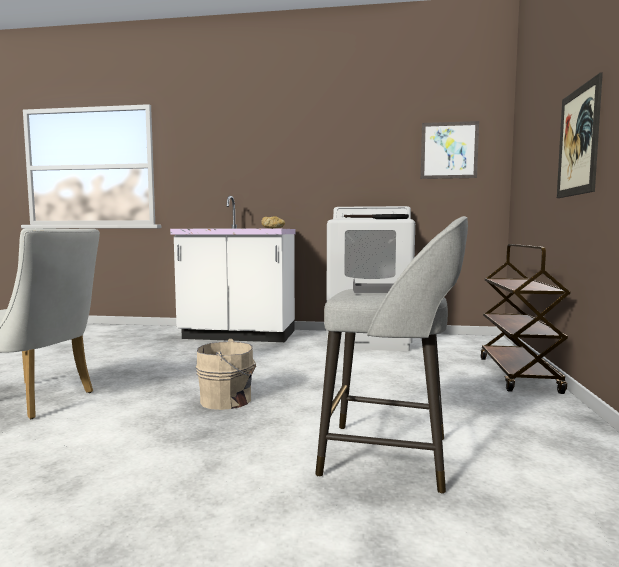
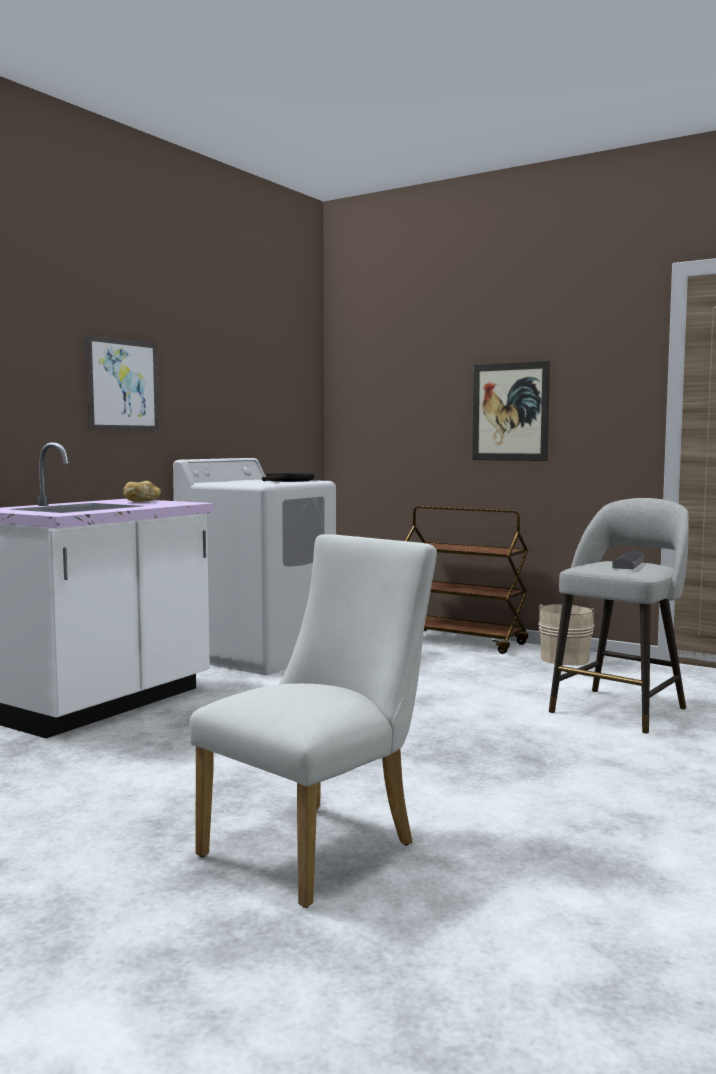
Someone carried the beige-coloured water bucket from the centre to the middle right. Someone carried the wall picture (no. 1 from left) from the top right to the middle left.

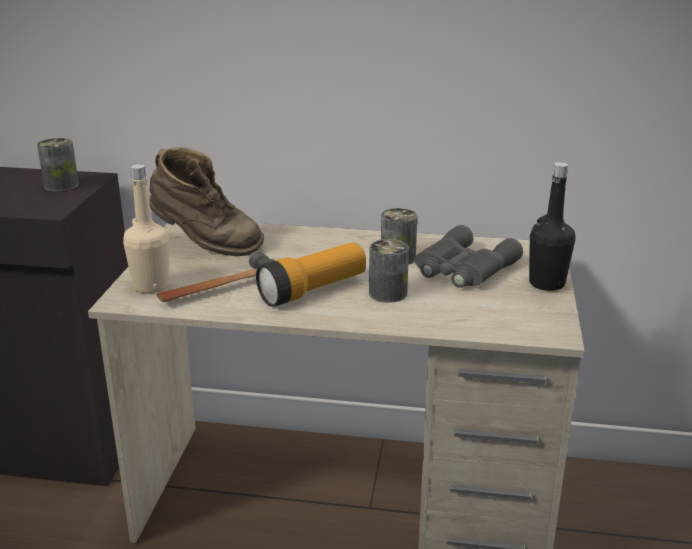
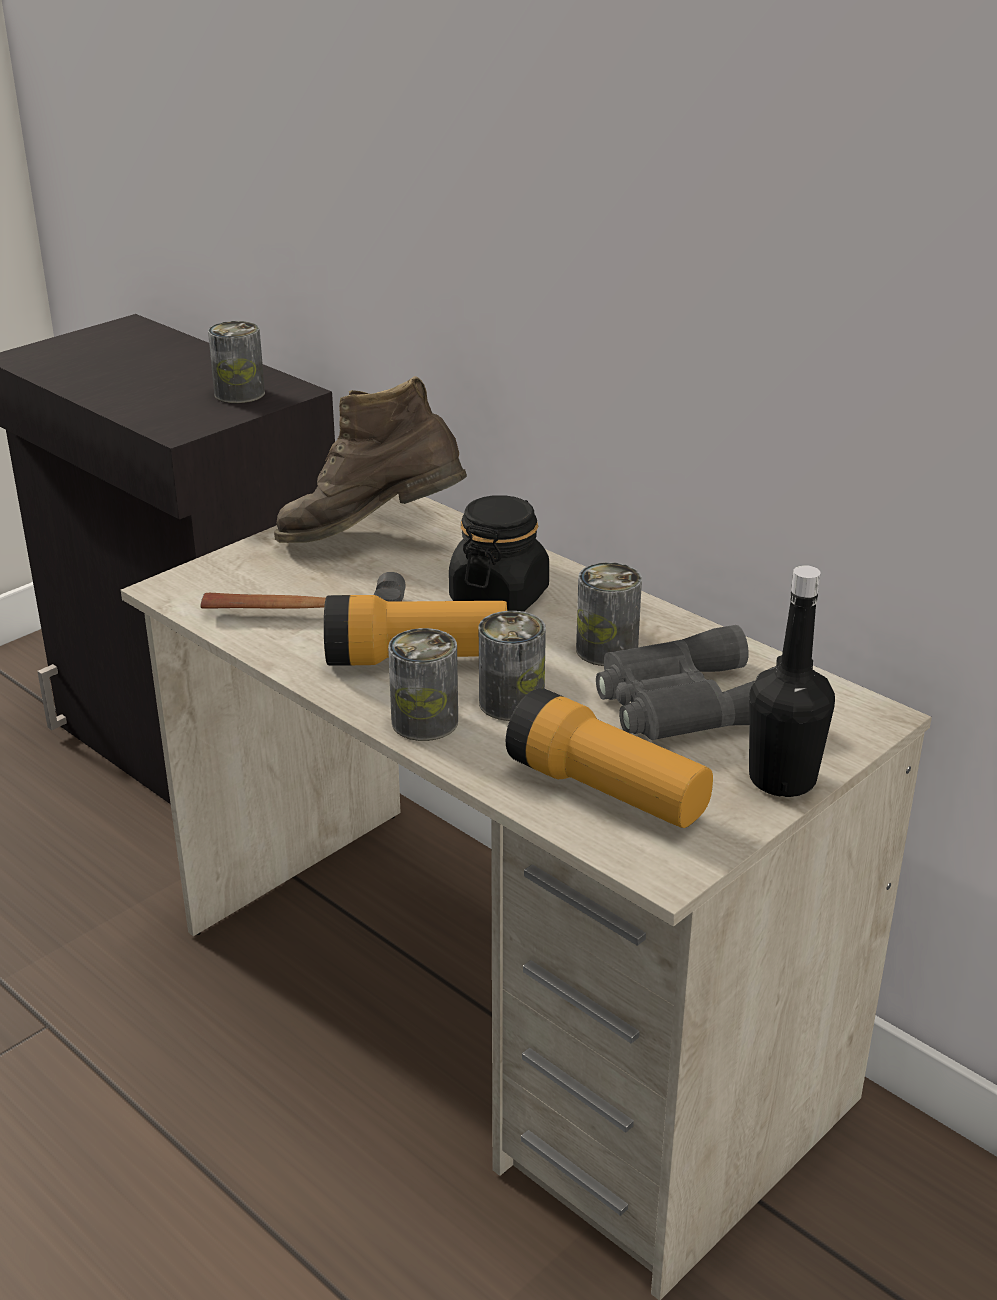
Someone took away the beige-coloured beverage bottle at the middle left. Someone rotated the brown-coloured tall boot at the middle left by 120 degrees clockwise. Someone put down the sealed can (no. 2 from left) at the centre. Someone put down the black preserve jar at the centre. Someone put down the flashlight (no. 2 from left) at the centre.

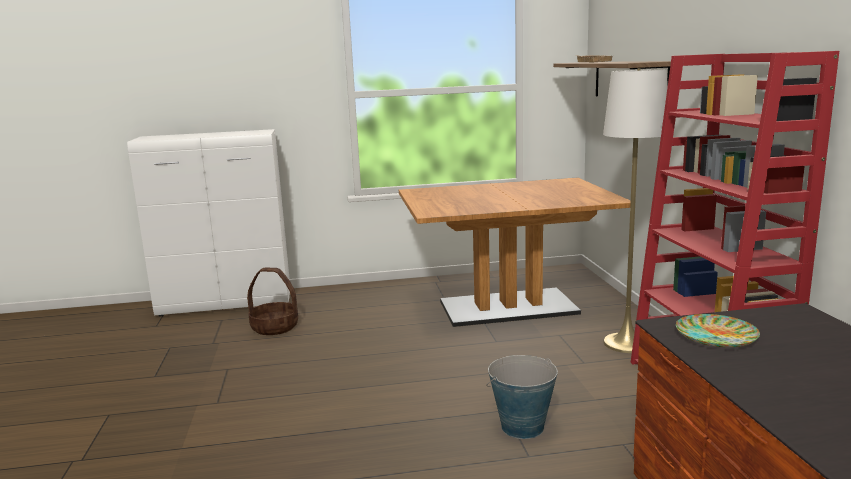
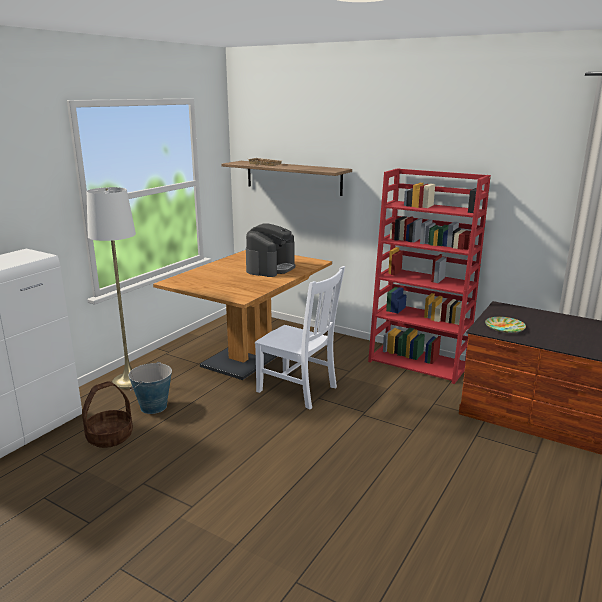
Someone carried the water bucket from the bottom centre to the middle left. Someone carried the whitish standing lamp from the middle right to the middle left. Someone put down the coffee machine at the centre. Someone put down the whitish chair at the centre.

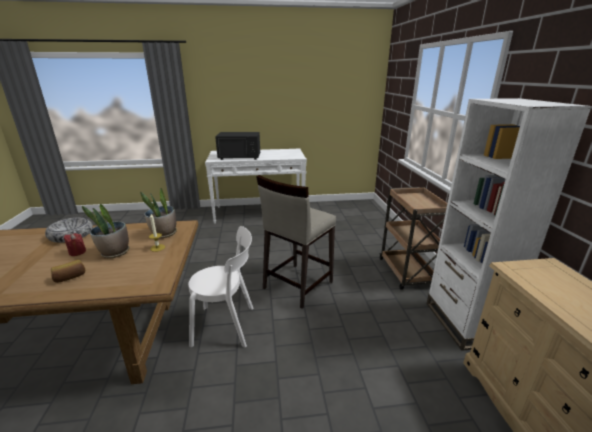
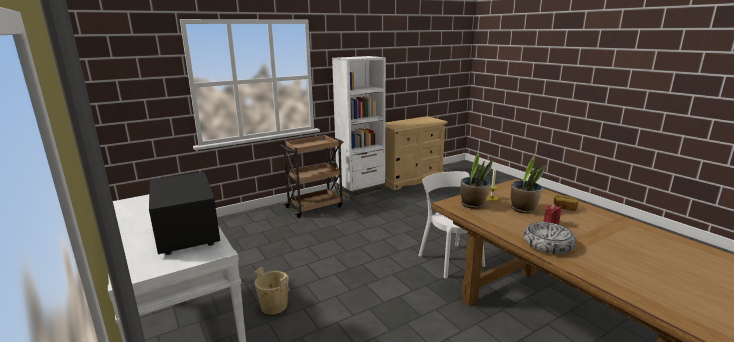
Someone took away the beige-coloured stool seat at the centre. Someone put down the beige-coloured water bucket at the bottom centre.

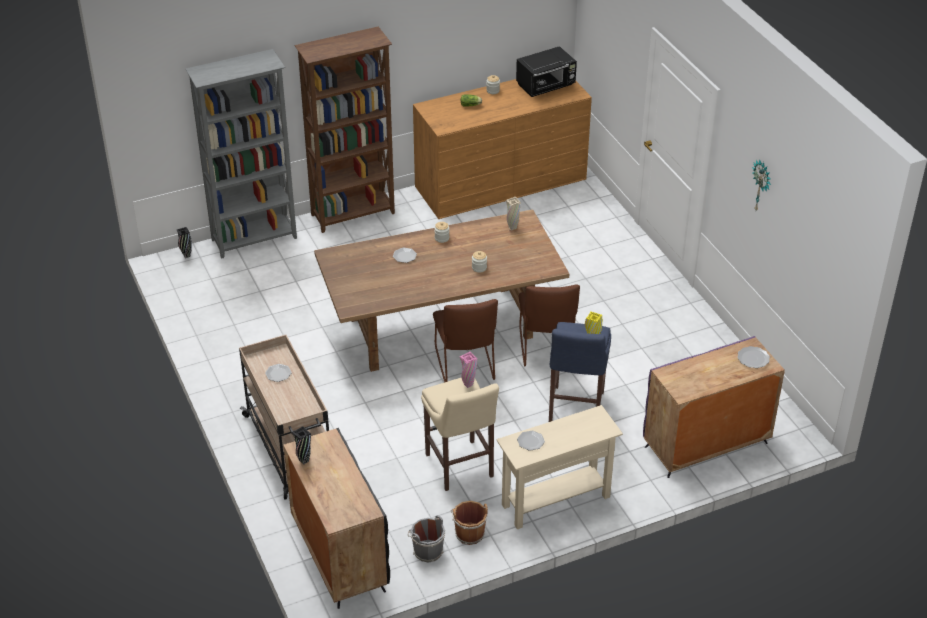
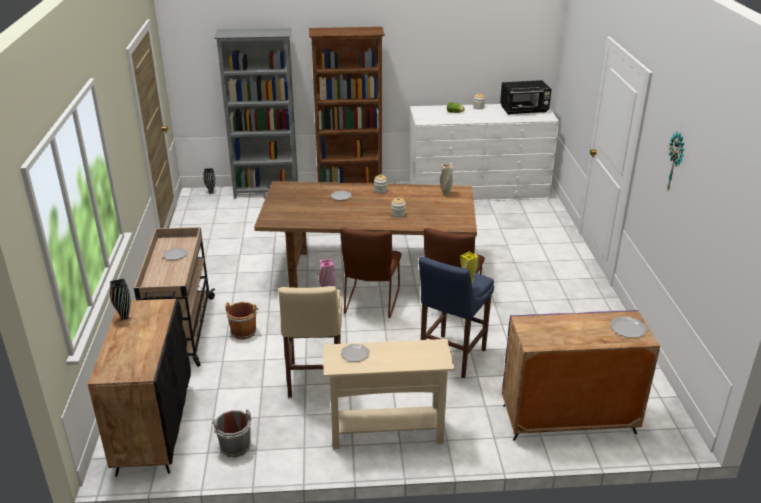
Someone repainted the brown-coloured chest of drawers at the top centre, which became the whitish chest of drawers at the top centre. Someone carried the brown-coloured water bucket from the bottom centre to the middle left.

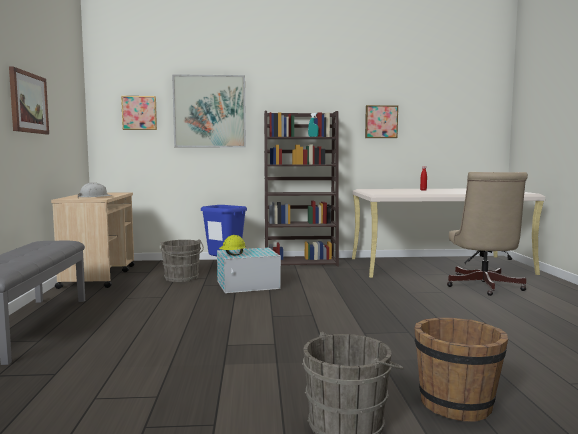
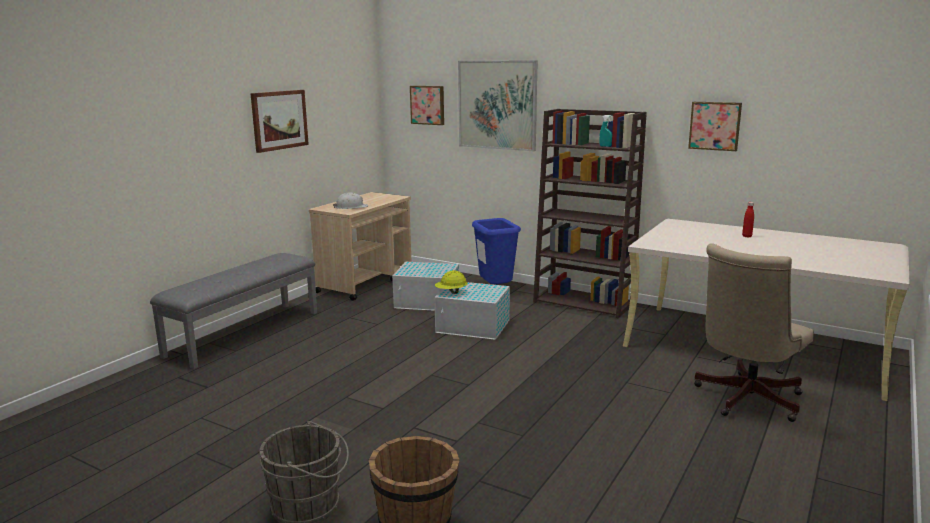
Someone swapped the gray water bucket (no. 1 from left) at the middle left for the whitish storage container (no. 1 from left) at the centre.

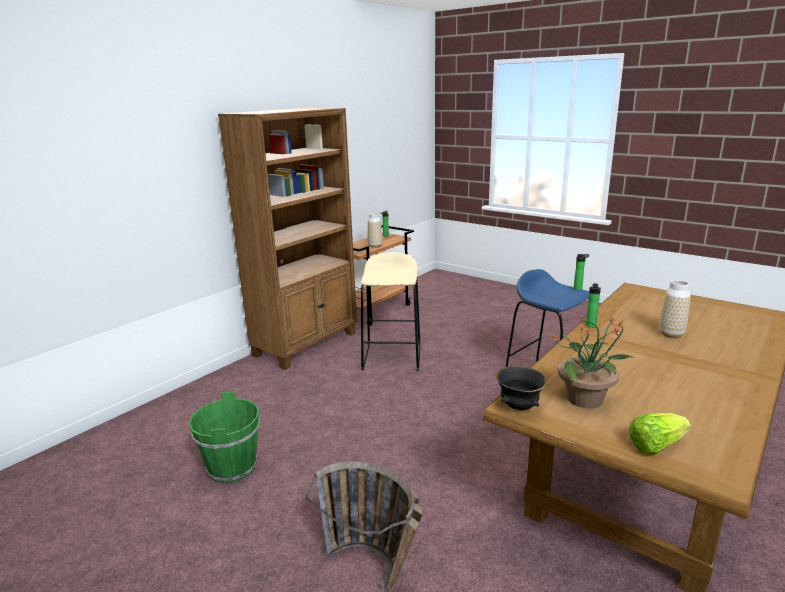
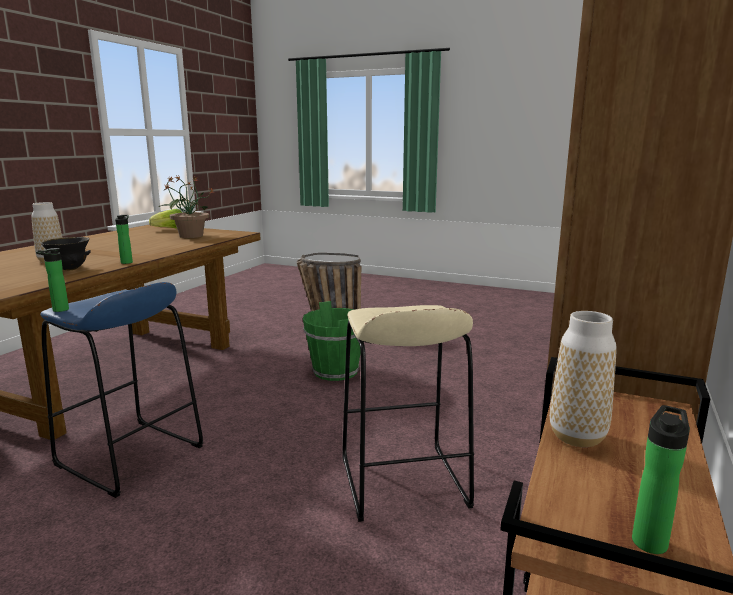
Someone carried the greenish water bucket from the bottom left to the centre. Someone carried the black deep dish from the centre to the middle left.

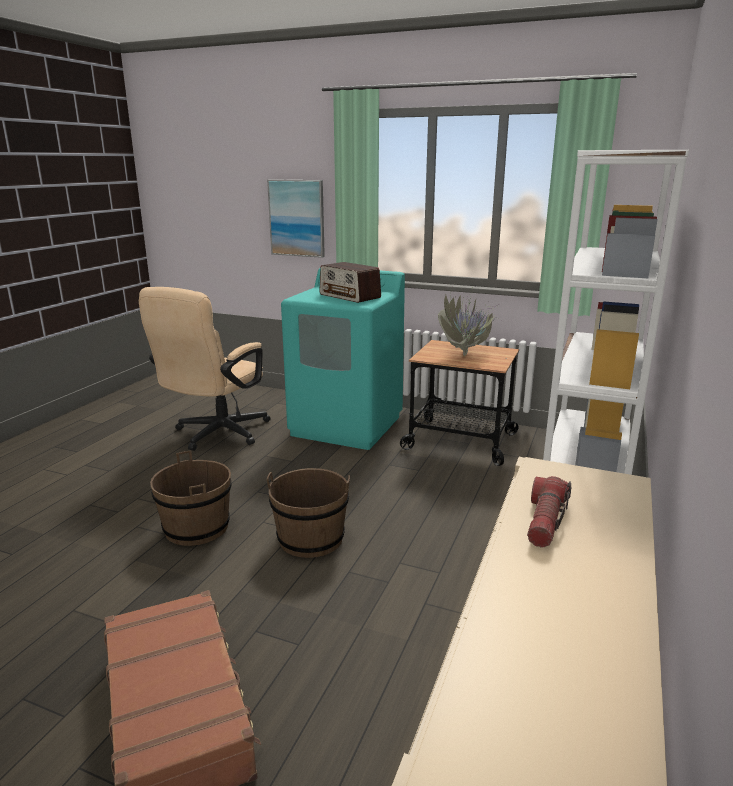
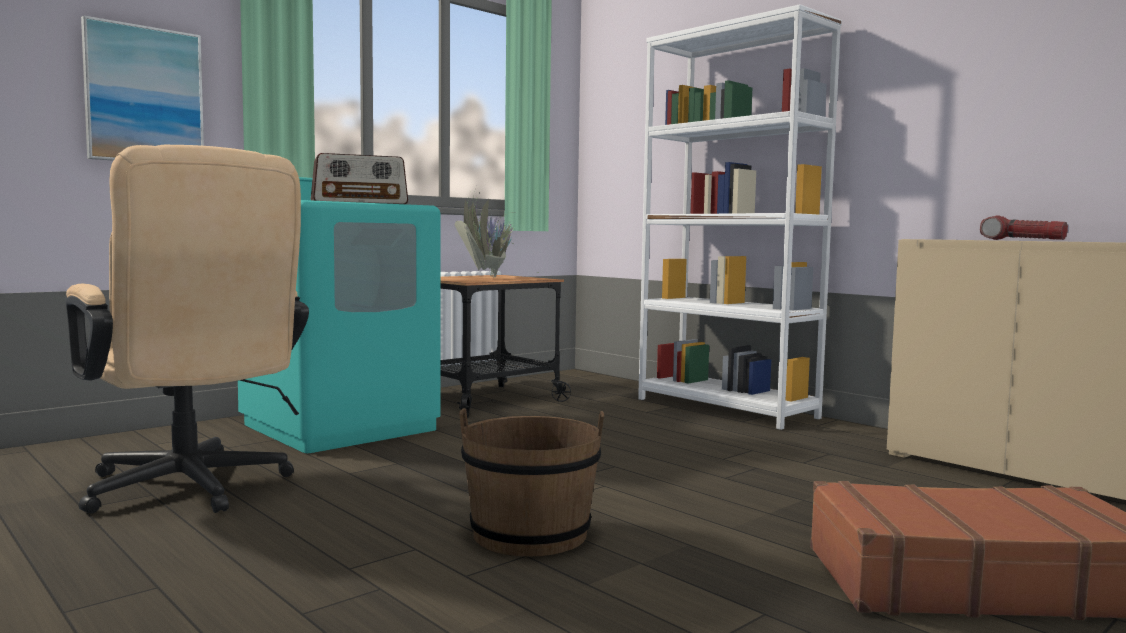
Someone took away the brown-coloured water bucket (no. 2 from left) at the centre.

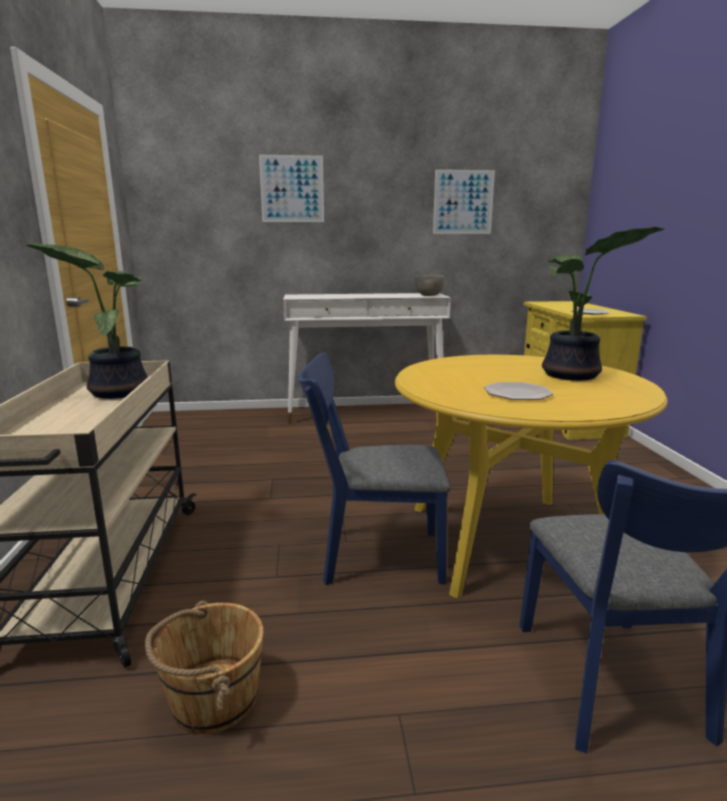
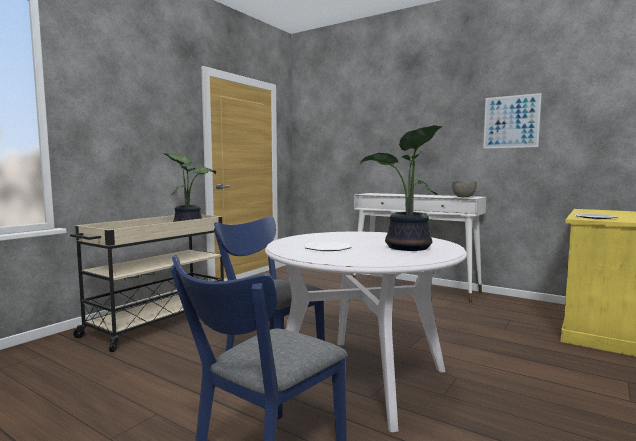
Someone took away the brown-coloured water bucket at the bottom left. Someone took away the wall picture (no. 1 from left) at the top centre. Someone repainted the yellow dinner table at the middle right, which became the whitish dinner table at the bottom centre.

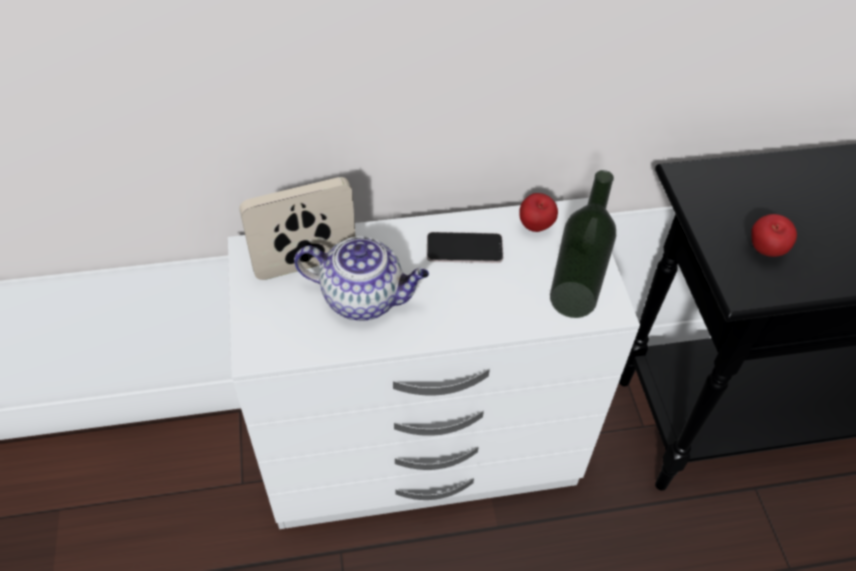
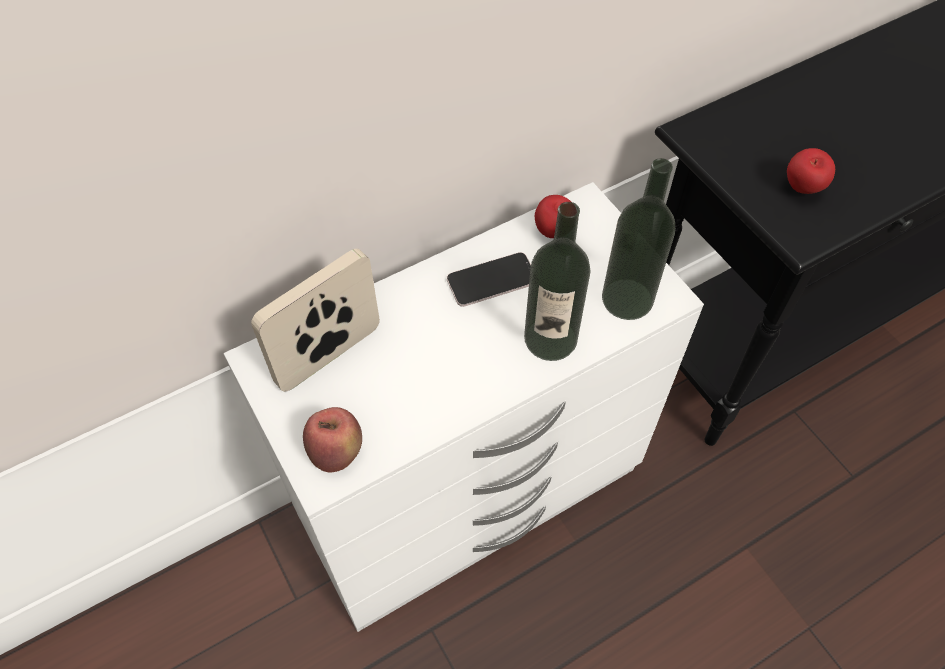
Someone took away the pot for tea at the centre. Someone put down the apple fruit (no. 1 from left) at the centre. Someone put down the beverage bottle (no. 1 from left) at the centre.

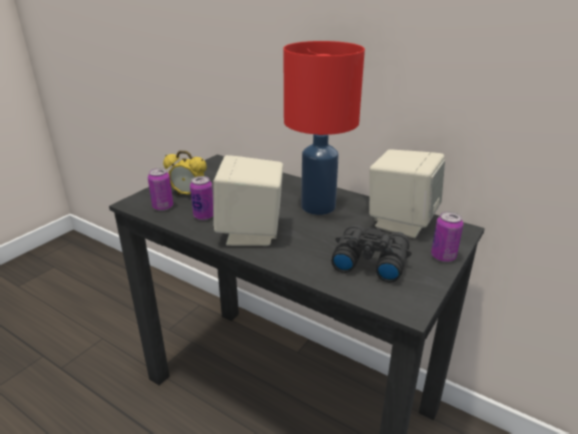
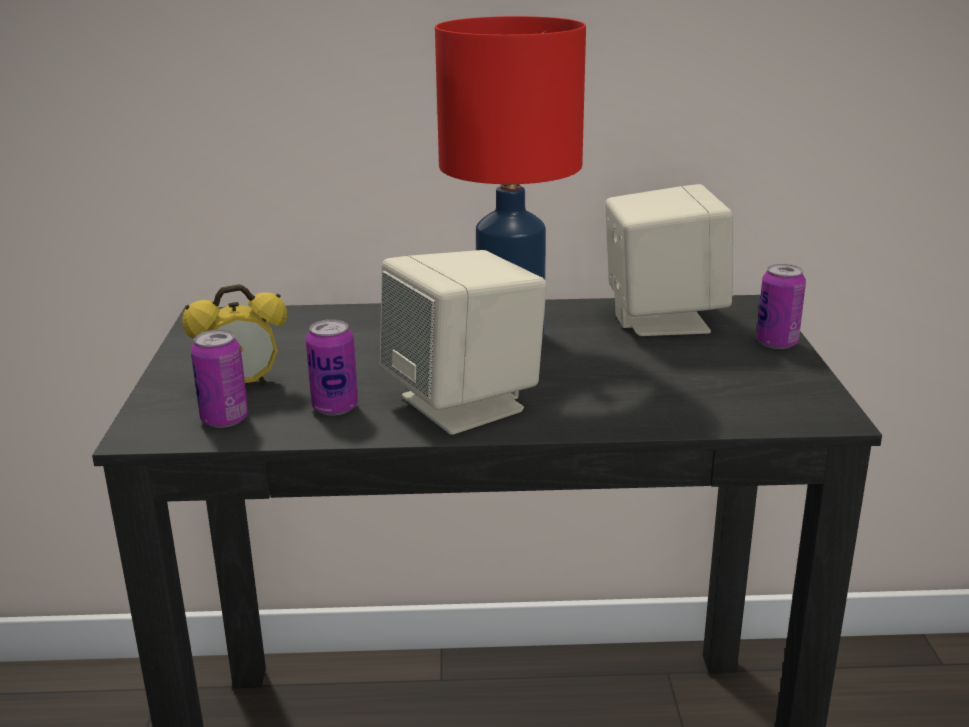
Someone took away the black field glasses at the centre.

